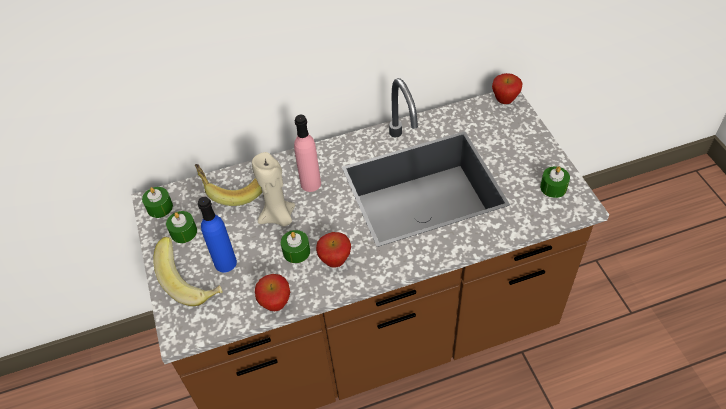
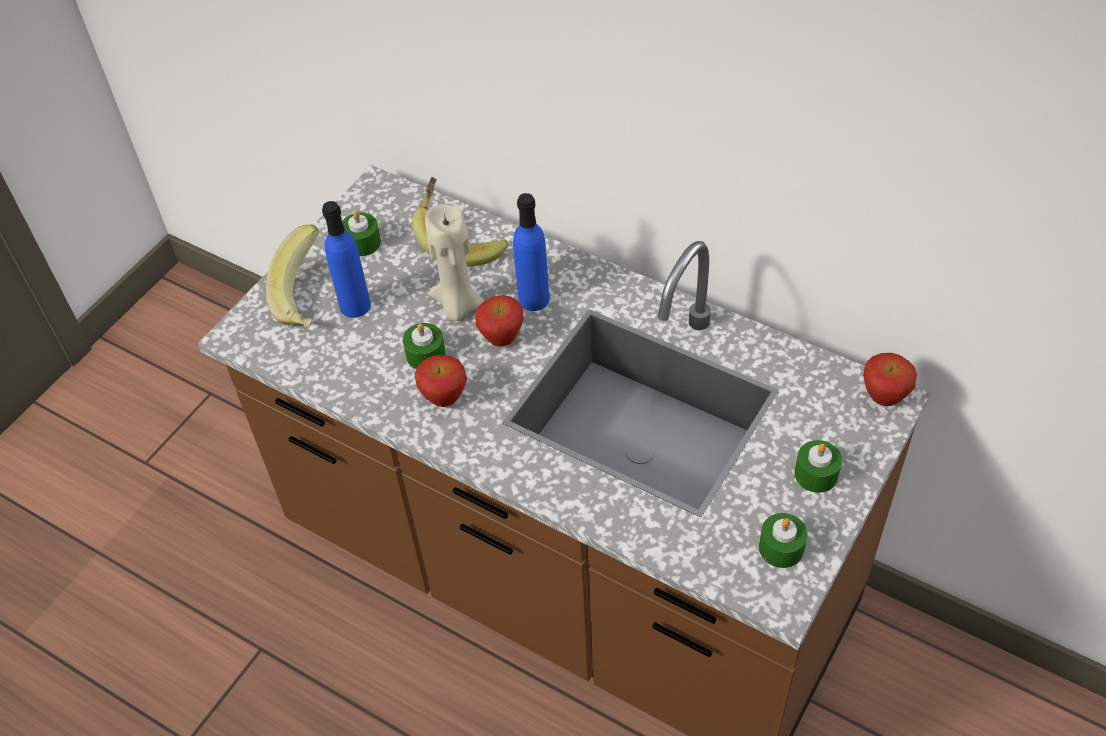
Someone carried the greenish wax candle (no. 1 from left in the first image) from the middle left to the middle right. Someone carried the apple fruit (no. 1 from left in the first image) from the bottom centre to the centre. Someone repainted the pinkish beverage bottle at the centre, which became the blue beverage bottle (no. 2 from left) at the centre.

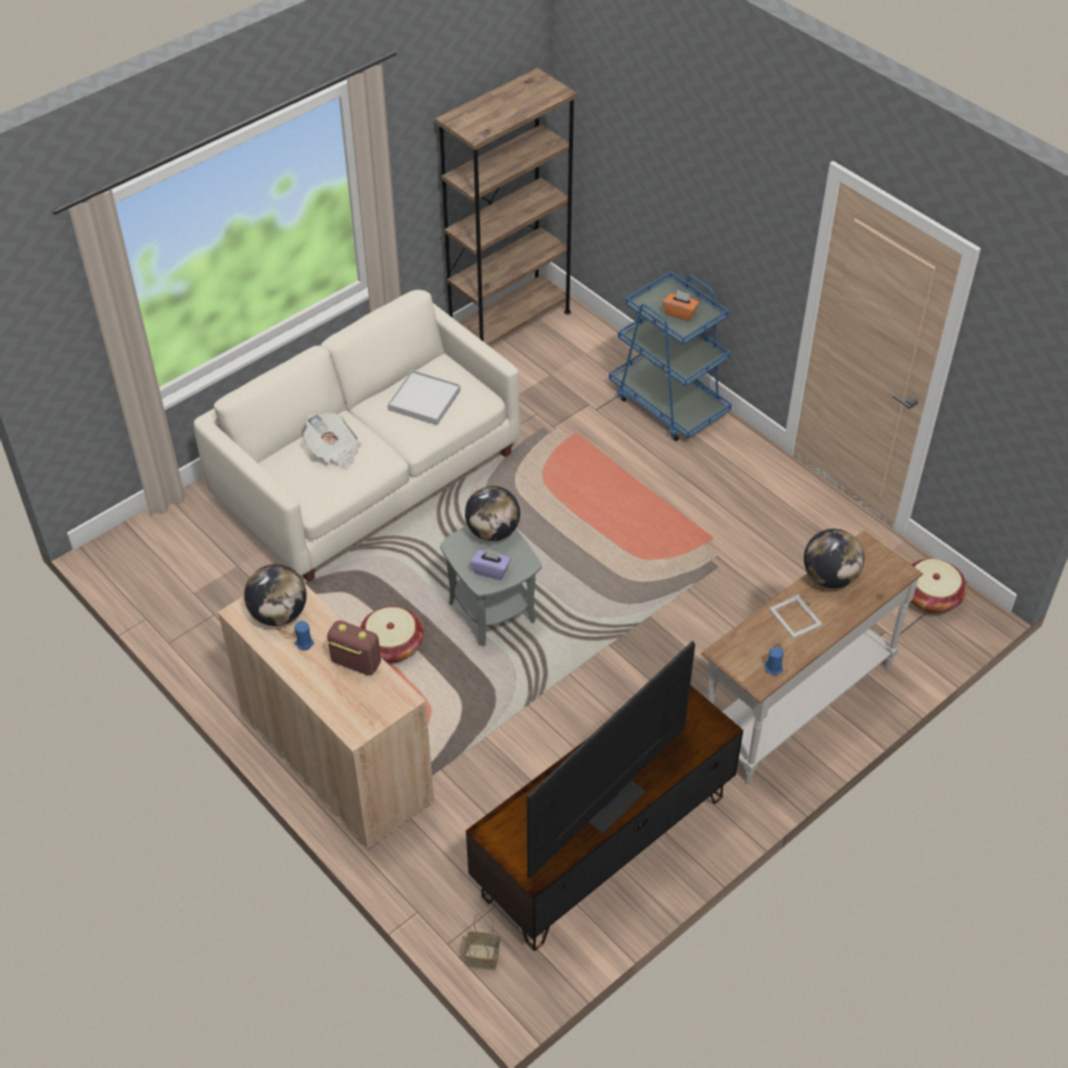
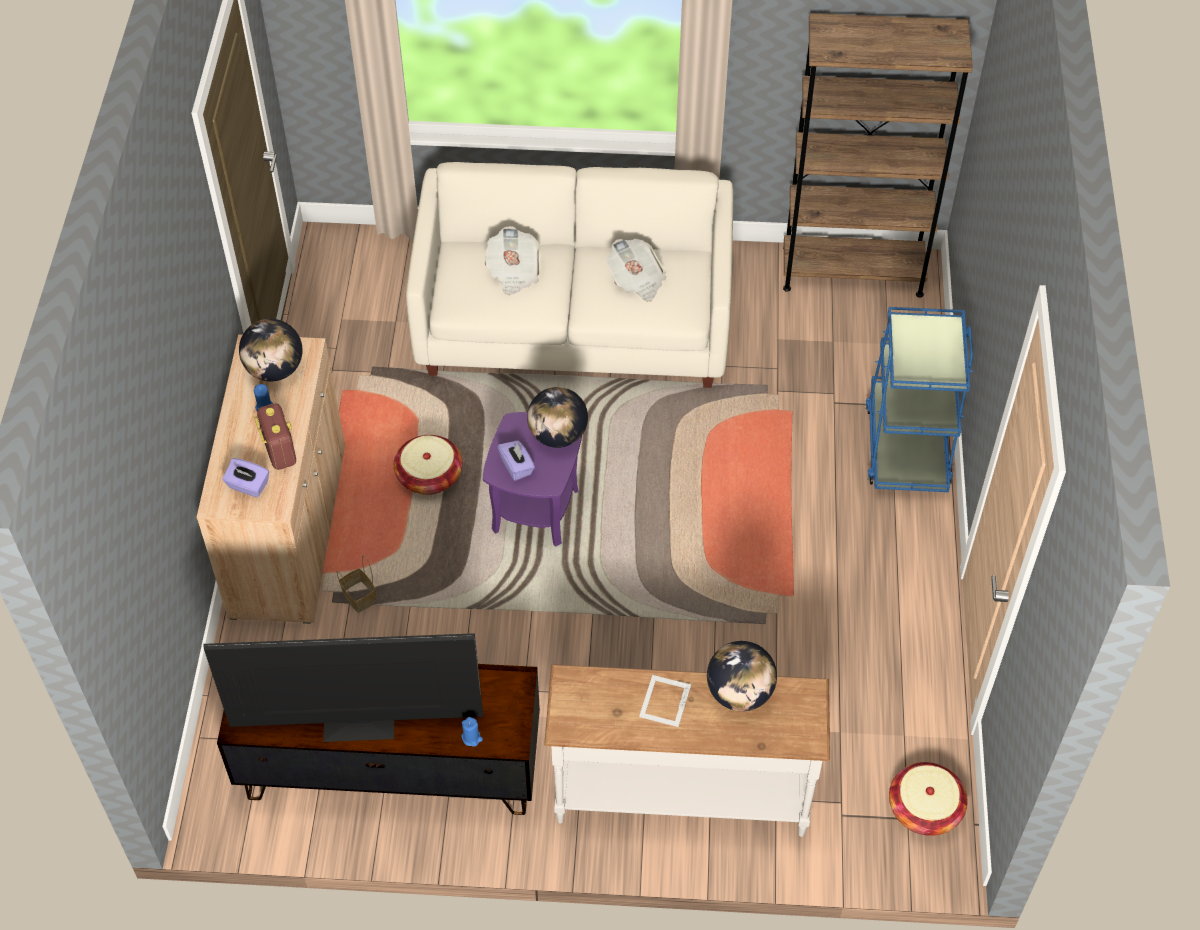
Someone swapped the whitish serving tray at the centre for the printed paper (no. 2 from left) at the top centre. Someone repainted the gray end table at the centre, which became the purplish end table at the centre. Someone carried the storage basket (no. 2 from left in the first image) from the bottom centre to the middle left. Someone took away the orange tissue box at the top centre. Someone carried the blue wax candle (no. 2 from left) from the middle right to the bottom centre. Someone put down the purplish tissue box (no. 1 from left) at the middle left.

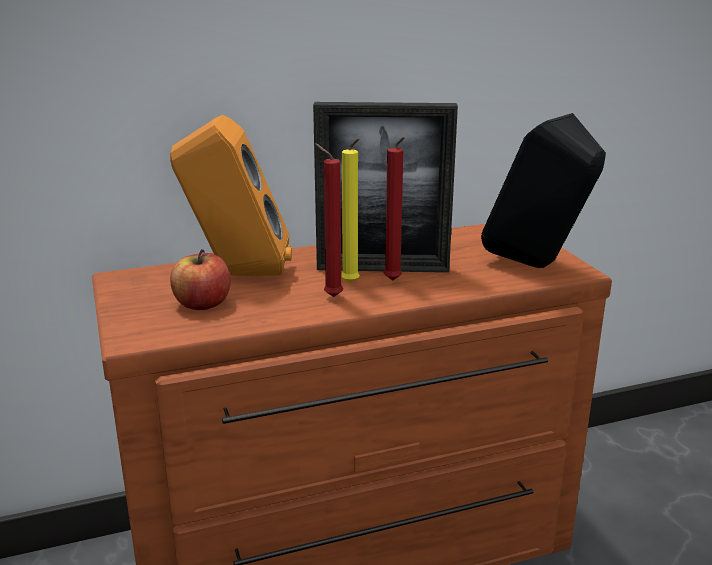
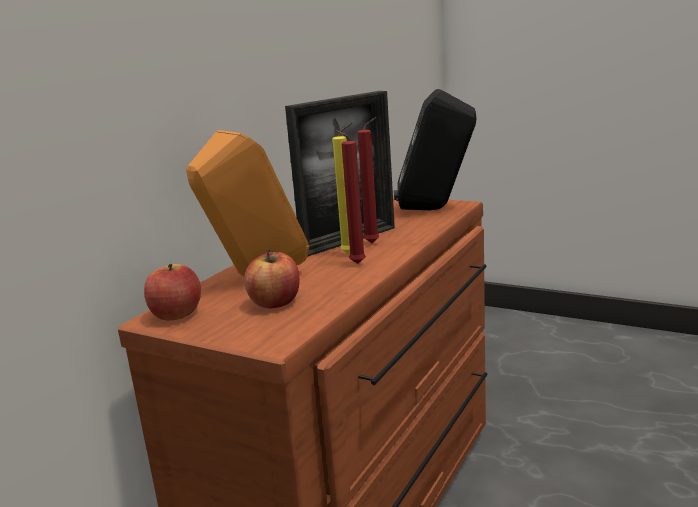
Someone put down the apple fruit (no. 1 from left) at the middle left.

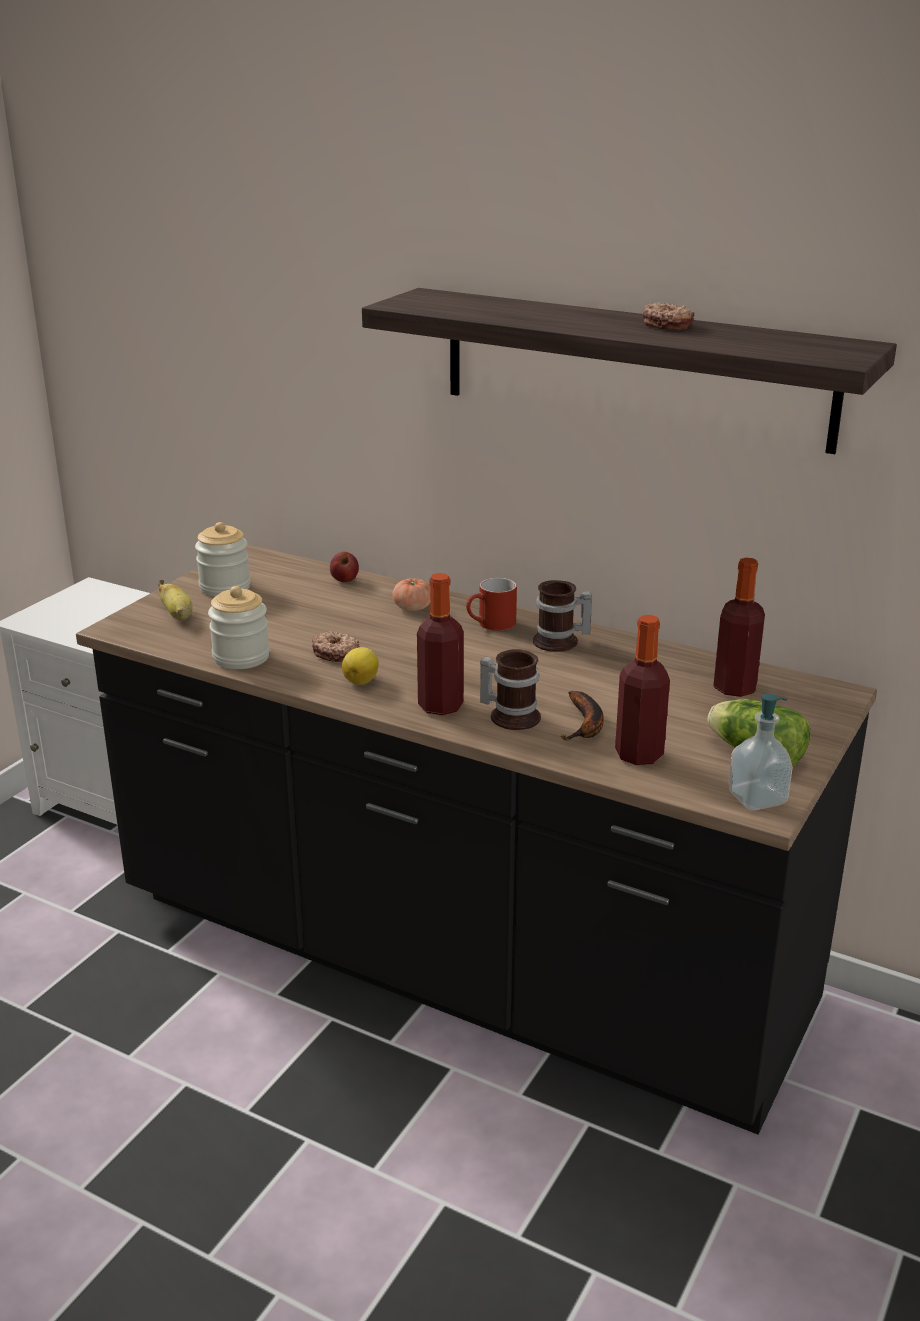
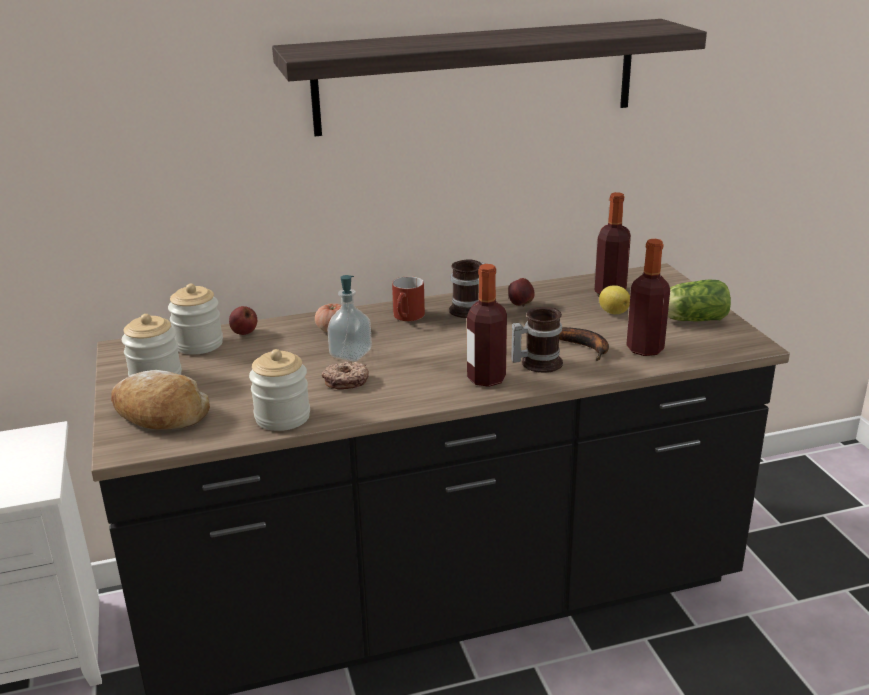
Someone swapped the banana (no. 1 from left) at the middle left for the bread at the middle left. Someone carried the lemon from the centre to the middle right. Someone took away the ring doughnut (no. 2 from left) at the top right. Someone carried the liquid soap bottle from the middle right to the centre. Someone put down the preserve jar (no. 2 from left) at the middle left. Someone put down the apple fruit (no. 2 from left) at the centre.

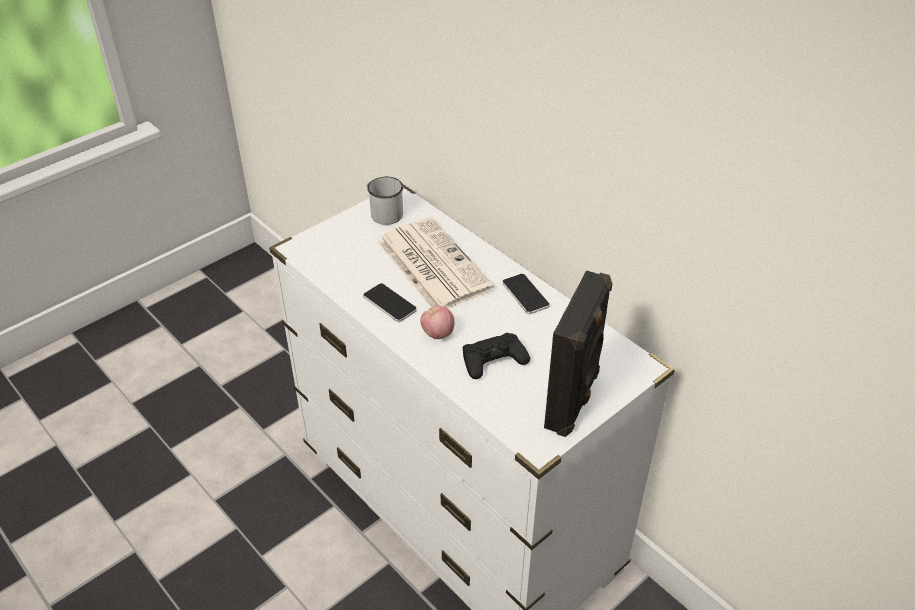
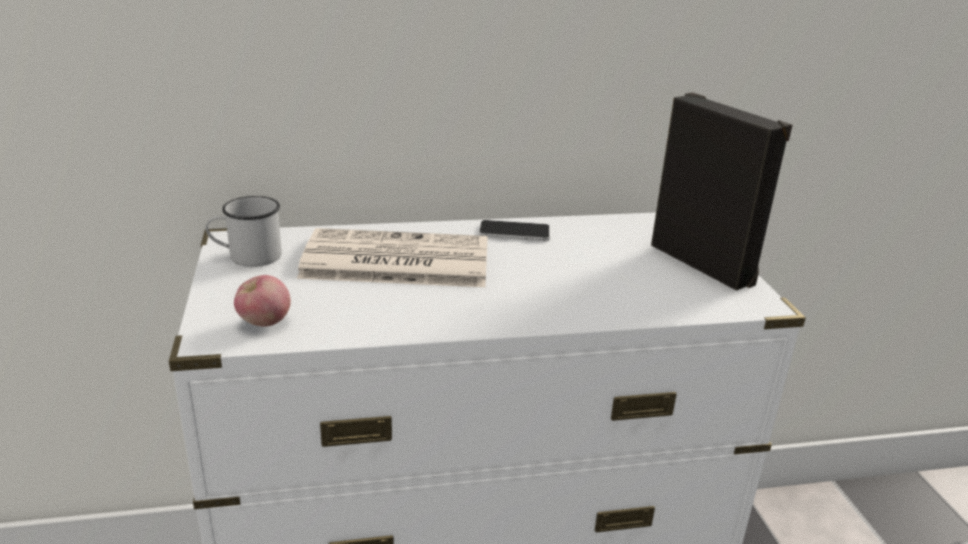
Someone took away the phone (no. 1 from left) at the centre. Someone carried the apple fruit from the centre to the middle left. Someone took away the black gamepad at the centre.

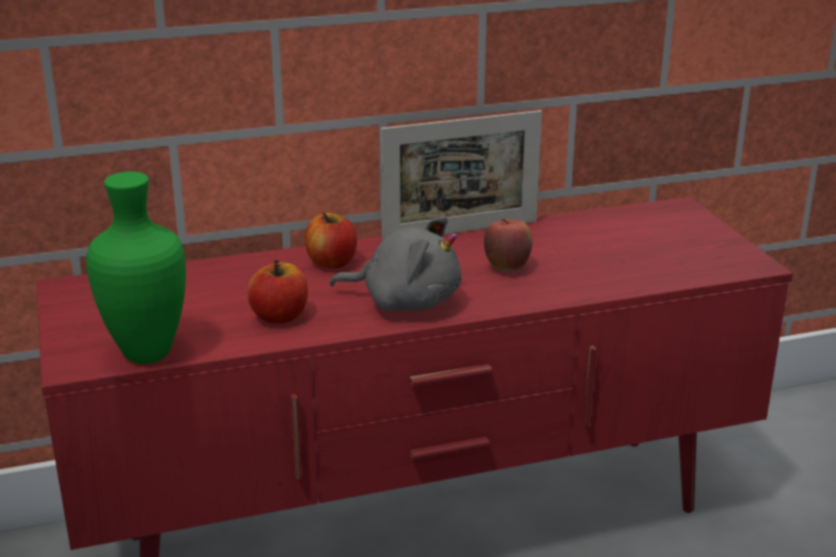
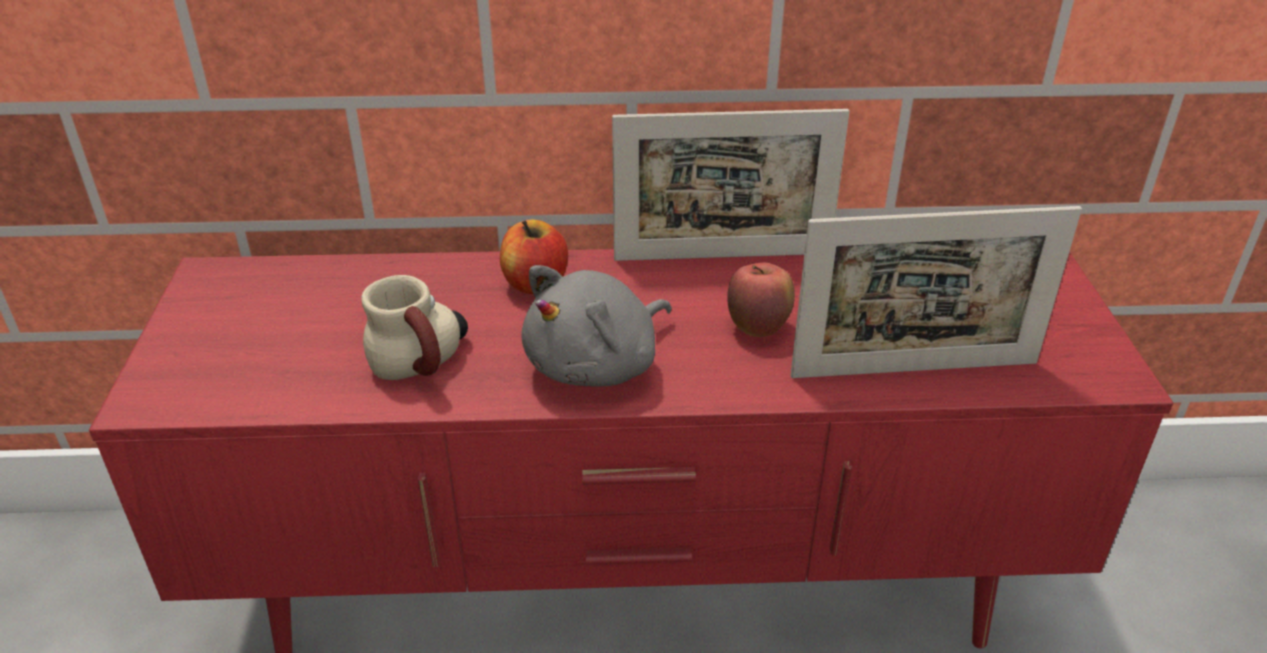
Someone took away the greenish vase at the middle left. Someone swapped the apple fruit (no. 1 from left) at the middle left for the mug at the middle left. Someone rotated the gray soft toy at the centre by 105 degrees clockwise. Someone put down the picture frame (no. 2 from left) at the middle right.

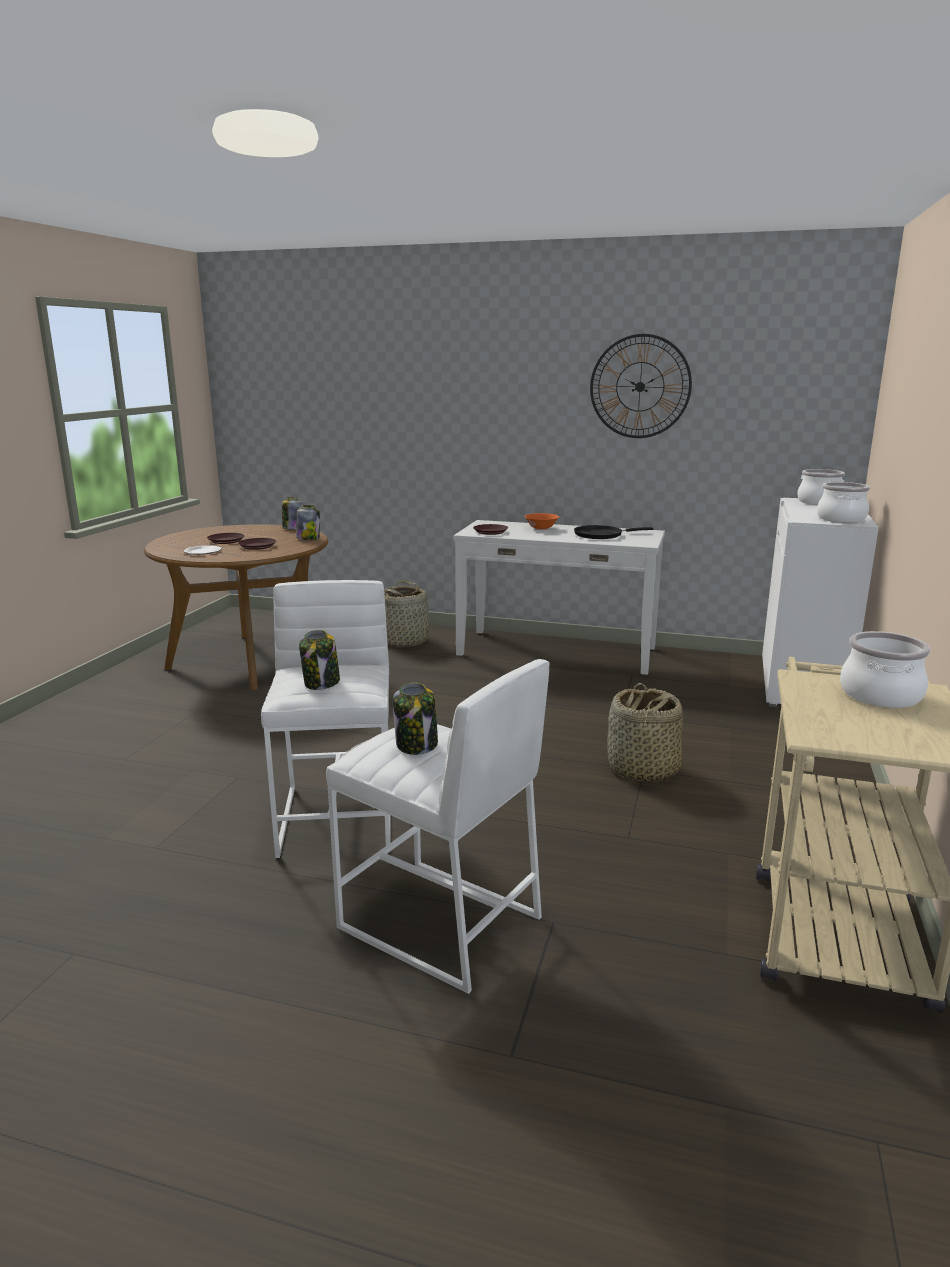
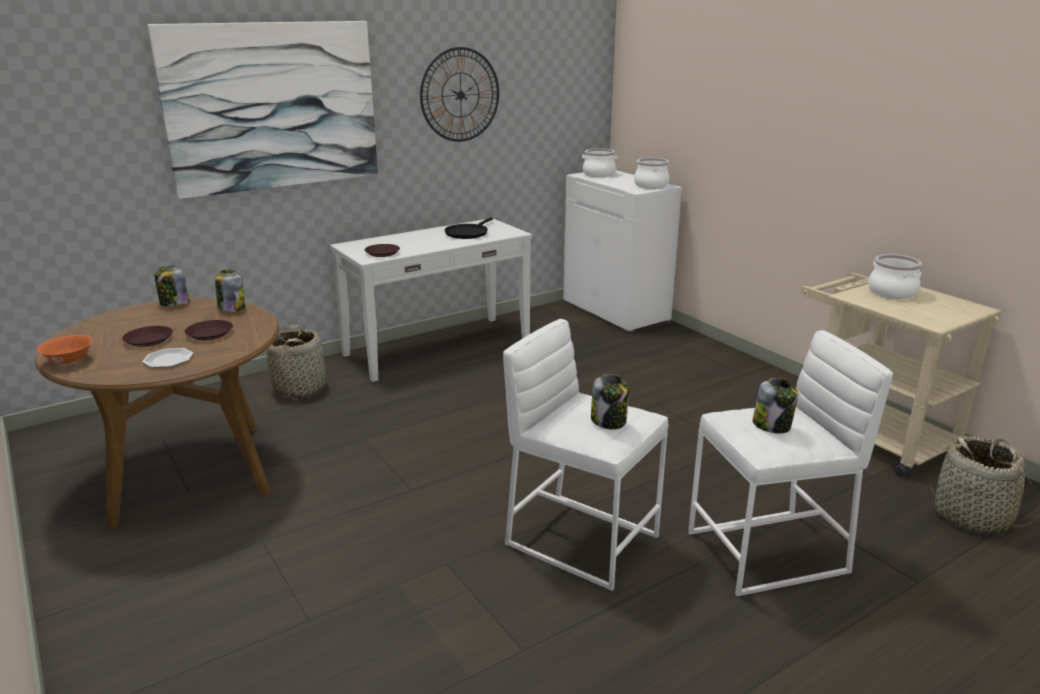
Someone carried the orange deep dish from the centre to the middle left. Someone carried the storage basket (no. 2 from left) from the middle right to the bottom right. Someone put up the wall picture at the top left.

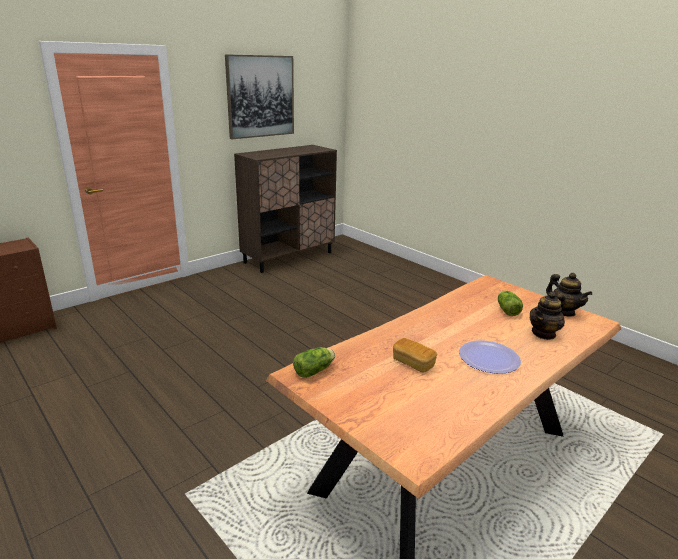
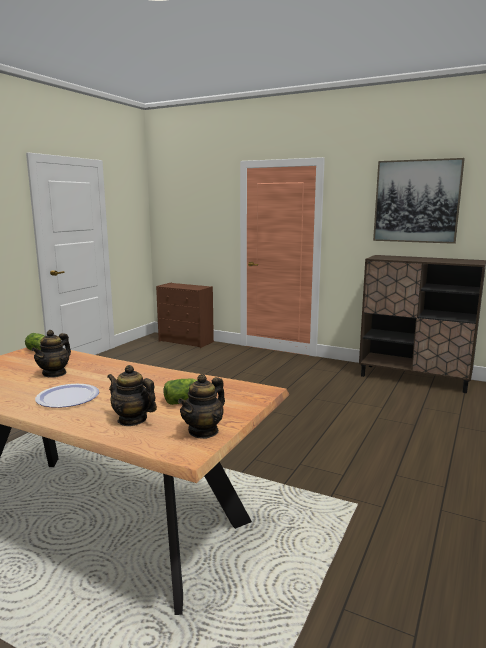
Someone swapped the bread at the centre for the pot for tea (no. 1 from left) at the middle left.

